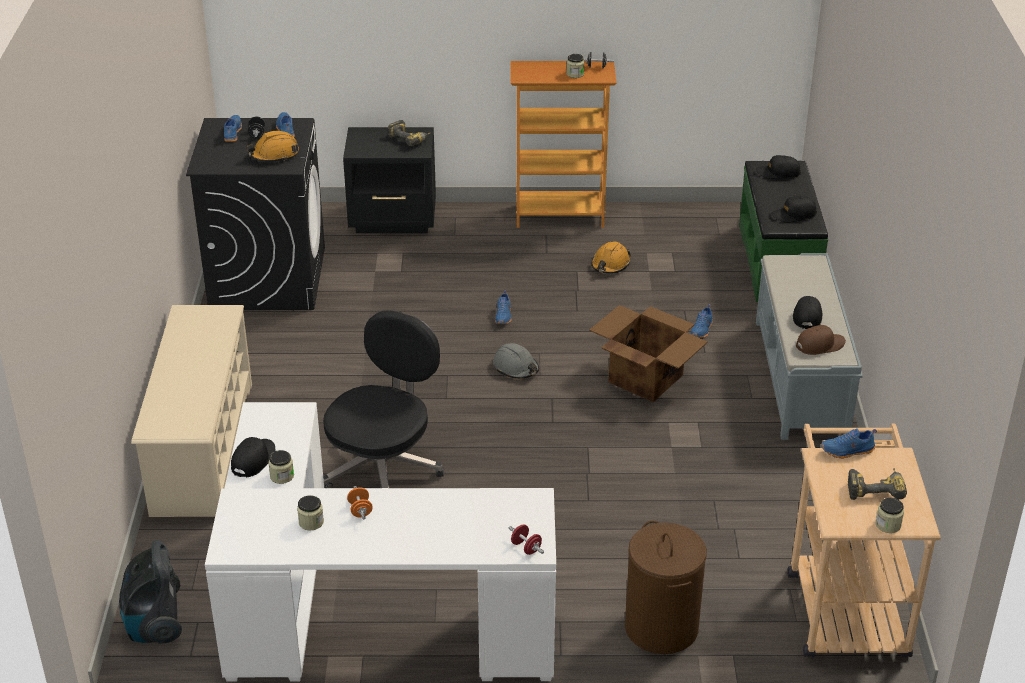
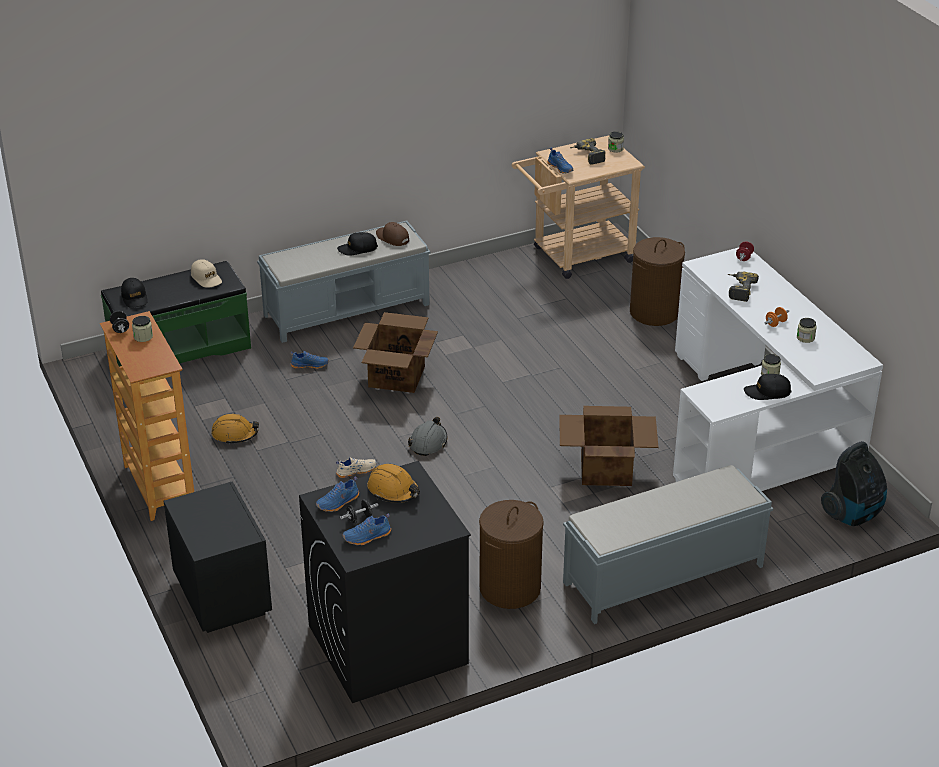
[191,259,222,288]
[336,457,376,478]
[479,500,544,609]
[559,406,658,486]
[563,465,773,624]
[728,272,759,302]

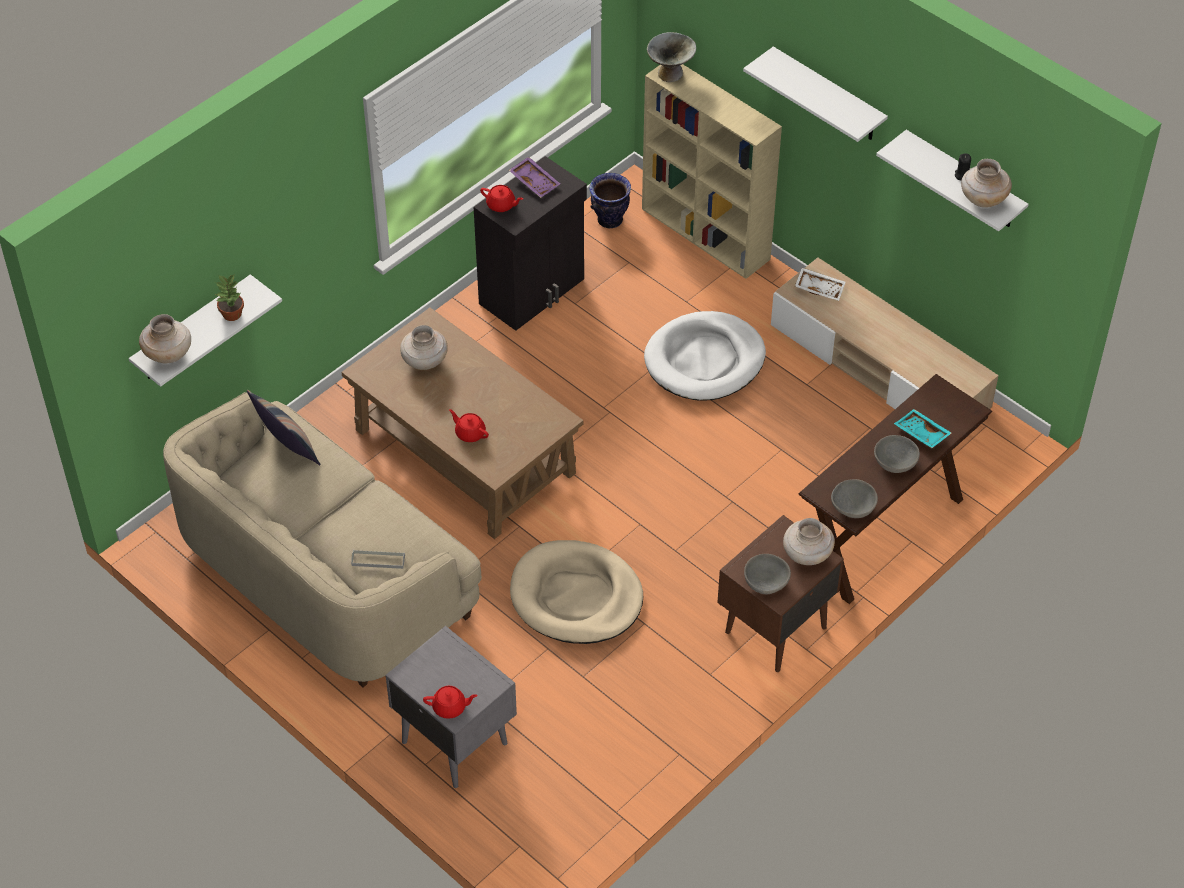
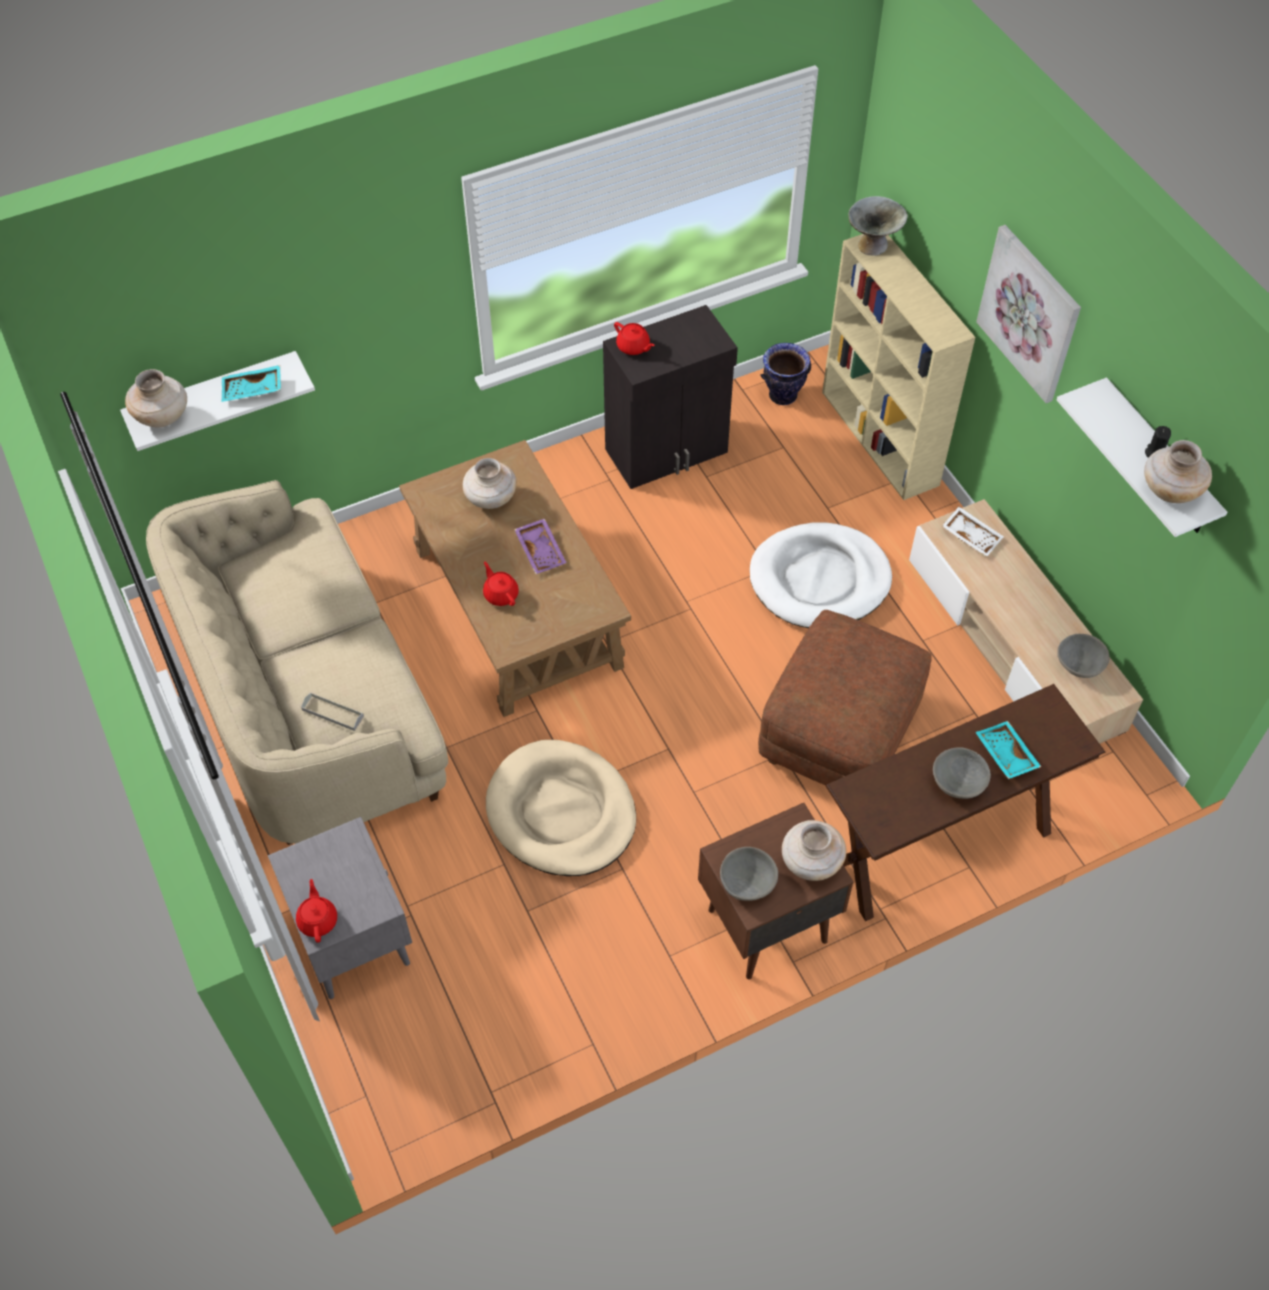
[222,365,281,402]
[296,879,337,943]
[514,518,567,574]
[758,610,932,785]
[976,225,1081,403]
[1057,634,1110,678]
[247,390,321,465] (first image)

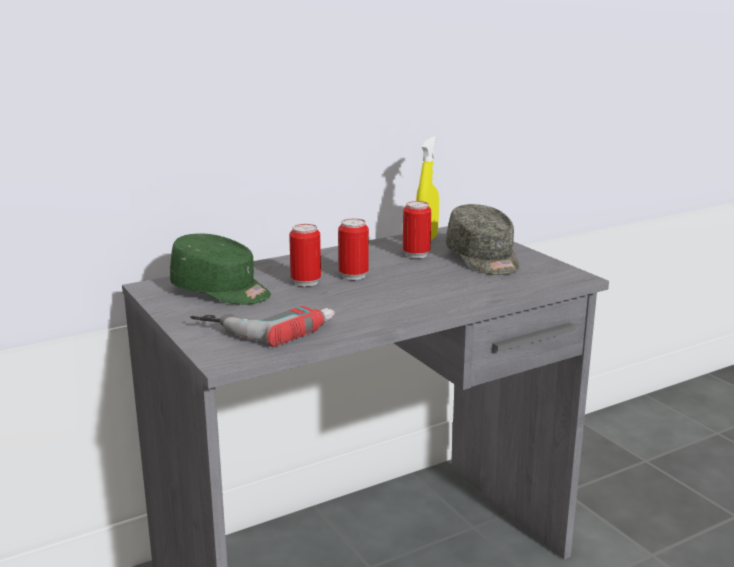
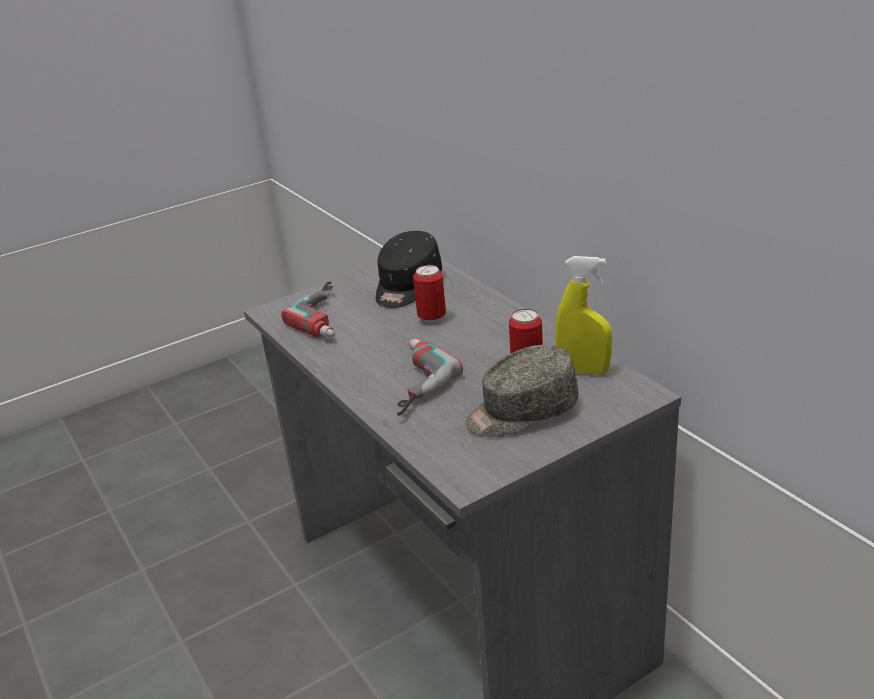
[376,231,442,308]
[397,339,463,416]
[338,219,369,280] (first image)

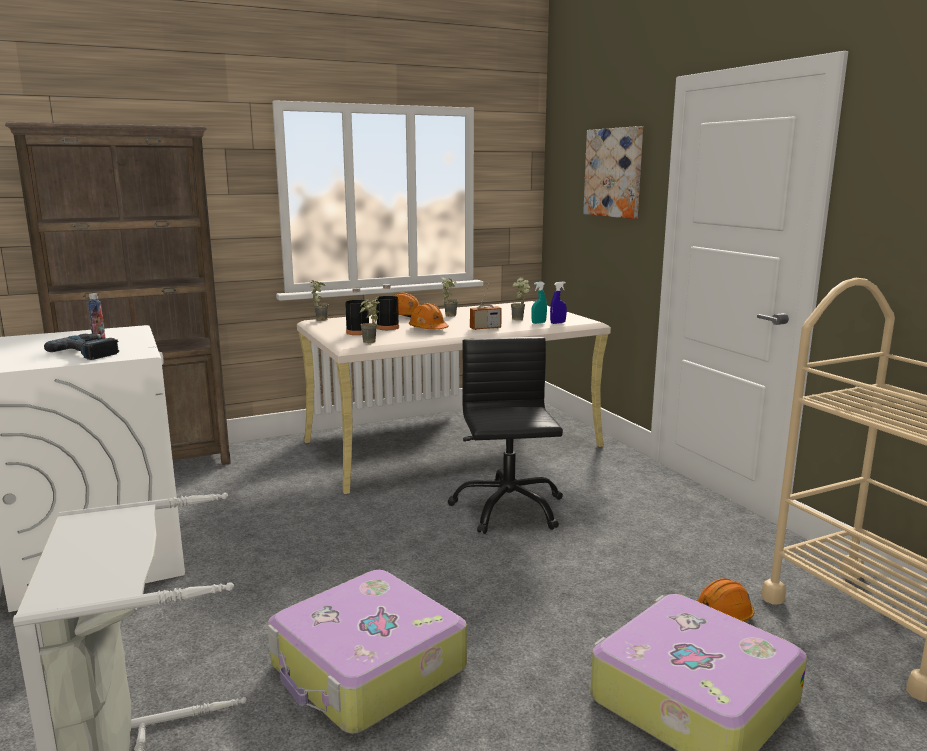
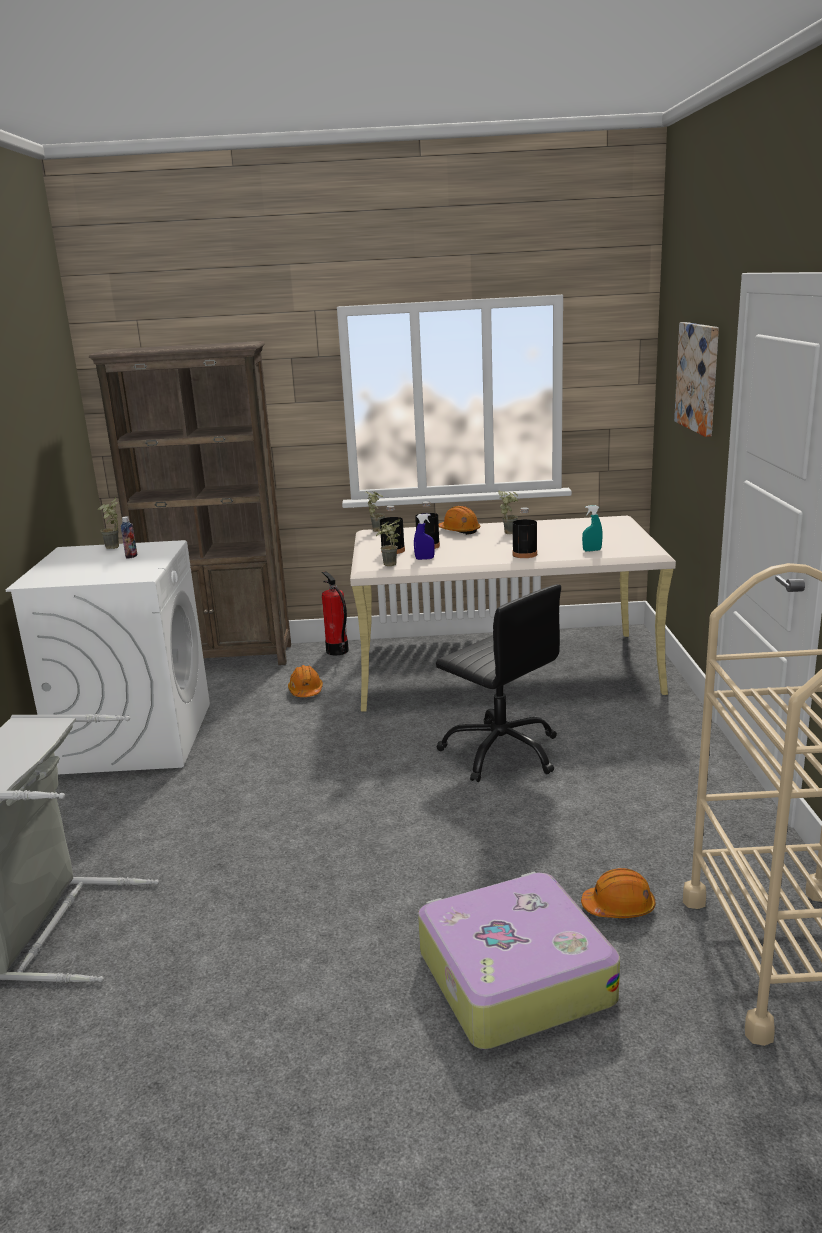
[98,497,119,549]
[288,665,323,697]
[322,571,349,655]
[414,513,435,560]
[436,584,561,782]
[512,507,537,558]
[44,333,119,360] (first image)
[268,570,467,734] (first image)

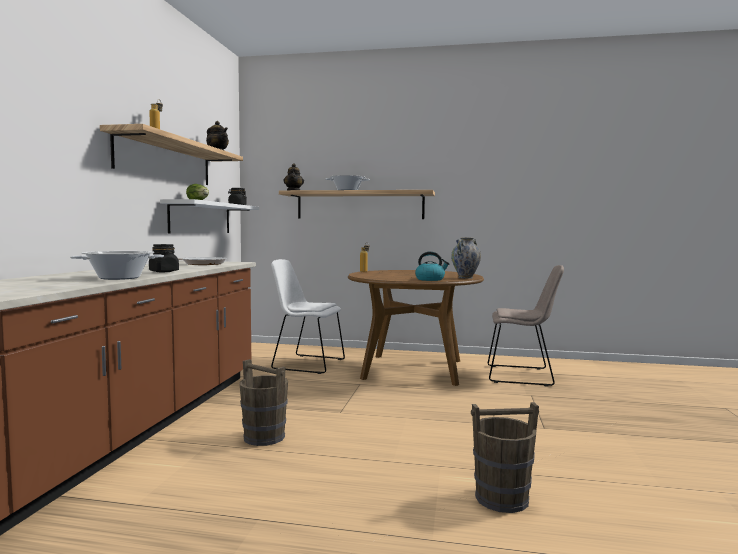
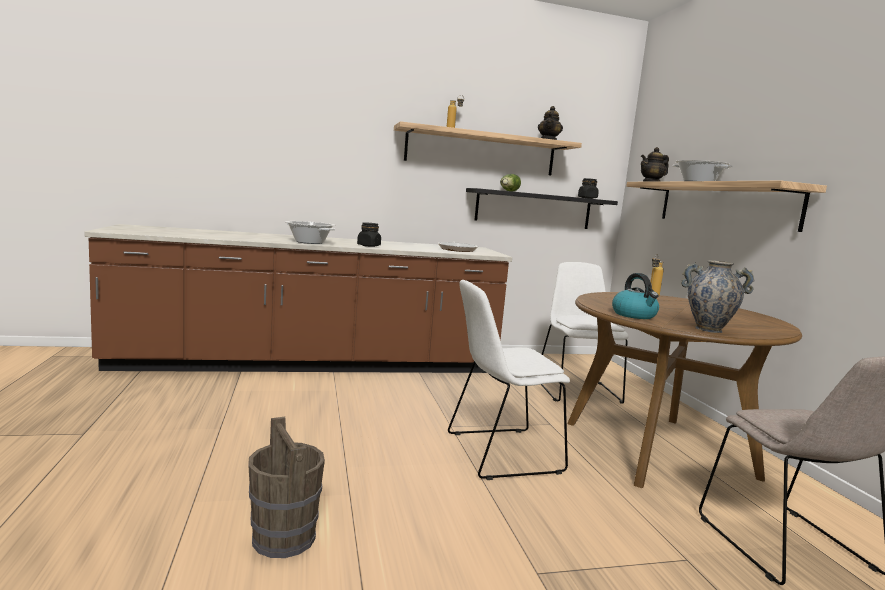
[448,280,570,480]
[466,188,618,229]
[239,359,288,446] (first image)

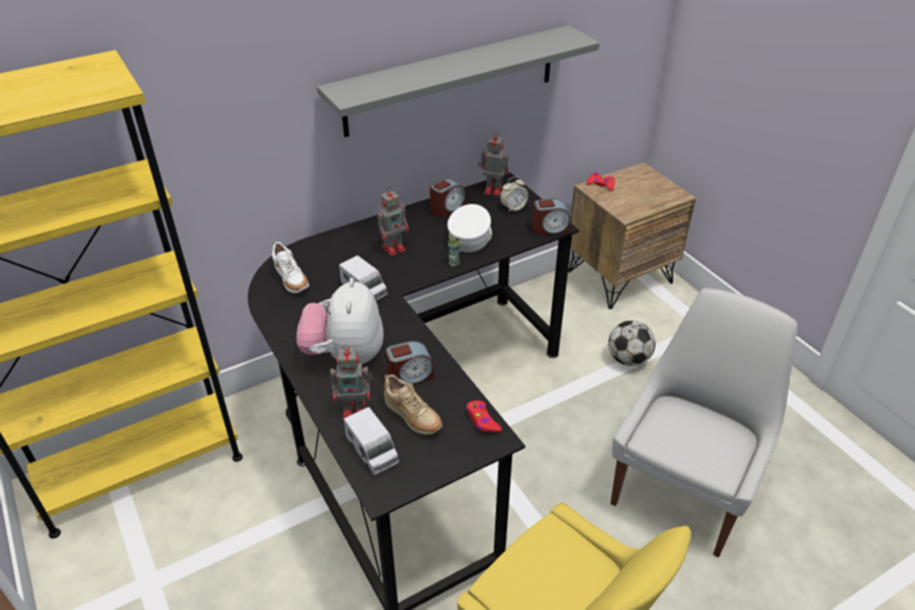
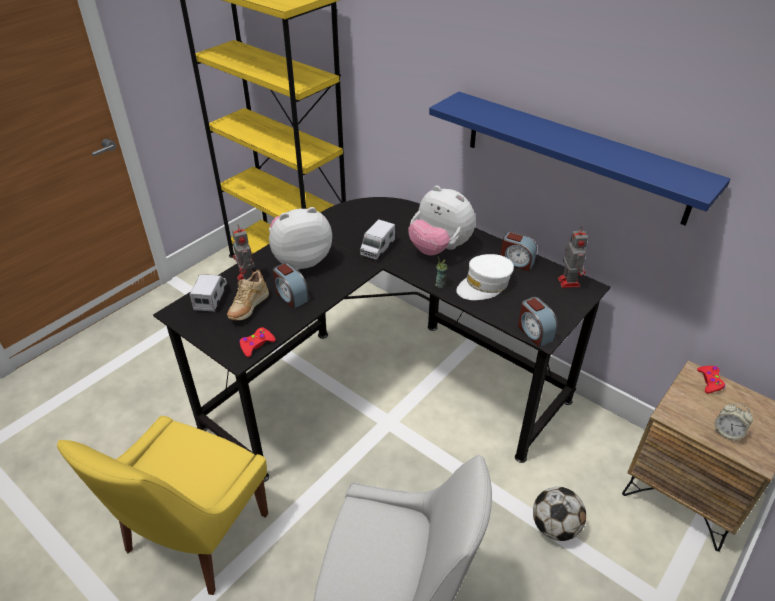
[190,274,227,312]
[408,186,475,255]
[429,92,730,225]
[456,254,514,300]
[715,403,753,442]
[272,241,309,293] (first image)

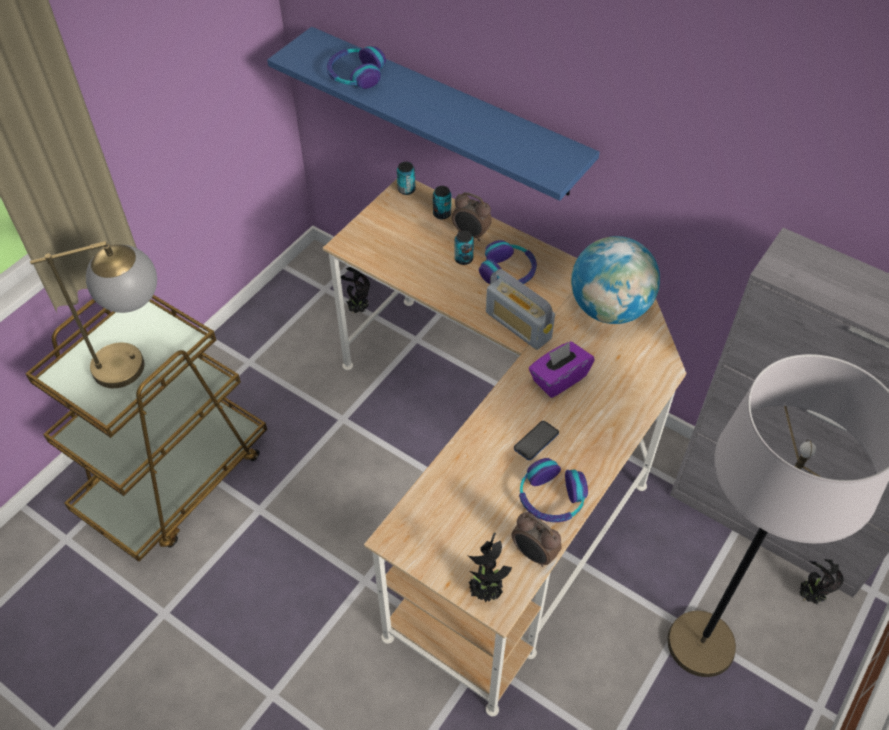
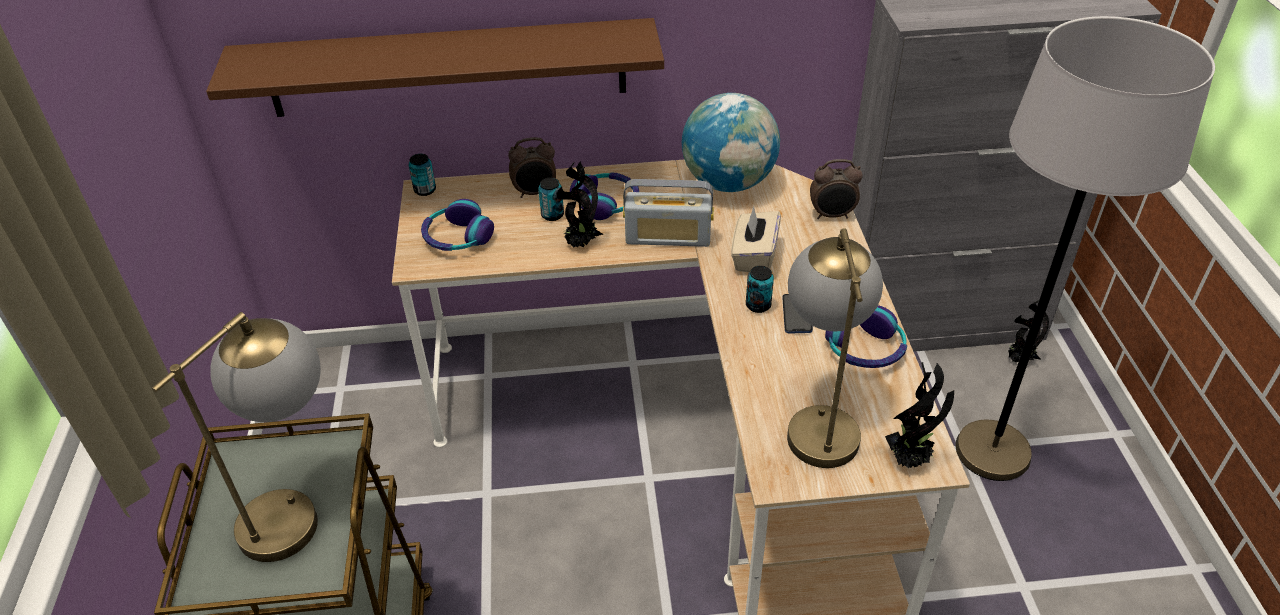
[206,18,664,117]
[421,199,494,251]
[556,161,603,248]
[731,206,781,272]
[746,266,774,313]
[787,228,883,468]
[810,159,863,219]

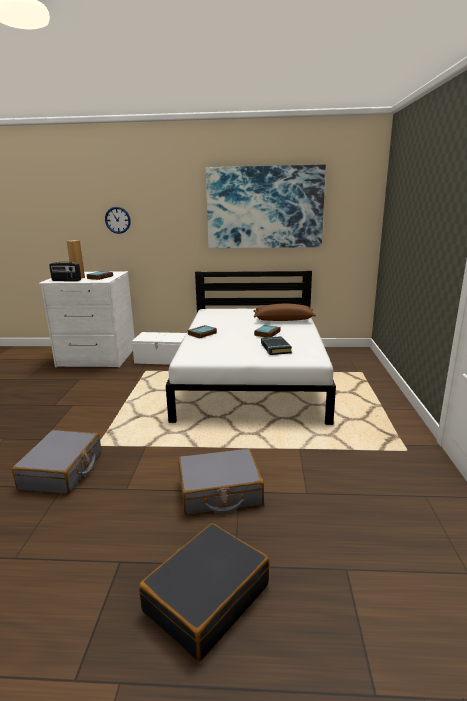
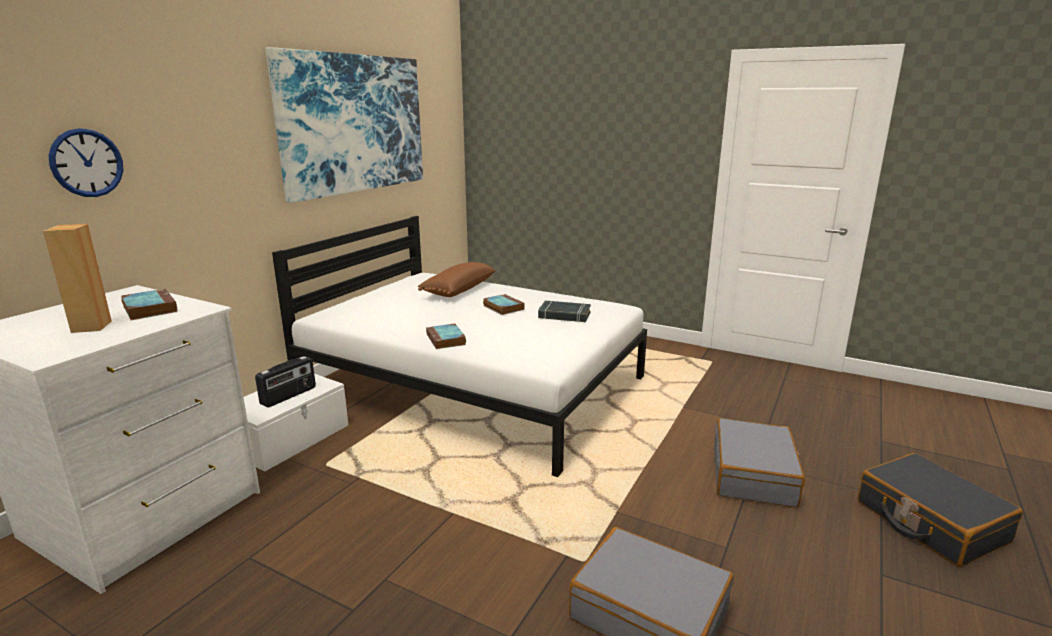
[255,356,316,408]

